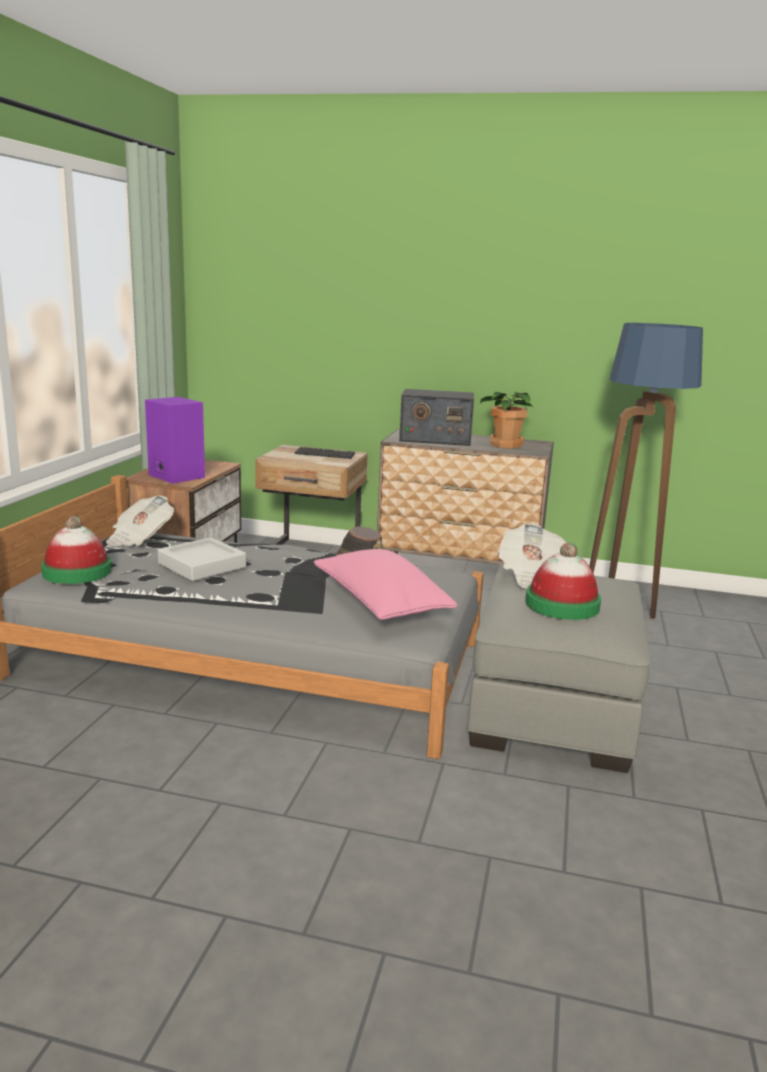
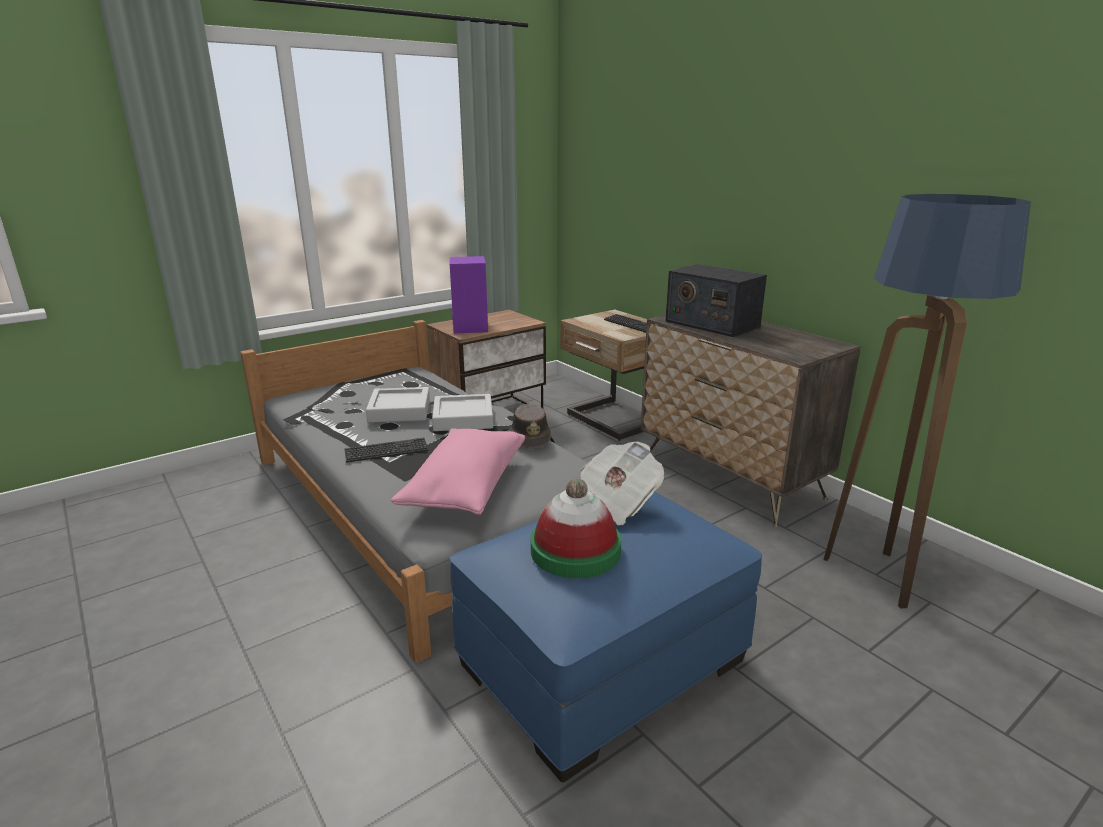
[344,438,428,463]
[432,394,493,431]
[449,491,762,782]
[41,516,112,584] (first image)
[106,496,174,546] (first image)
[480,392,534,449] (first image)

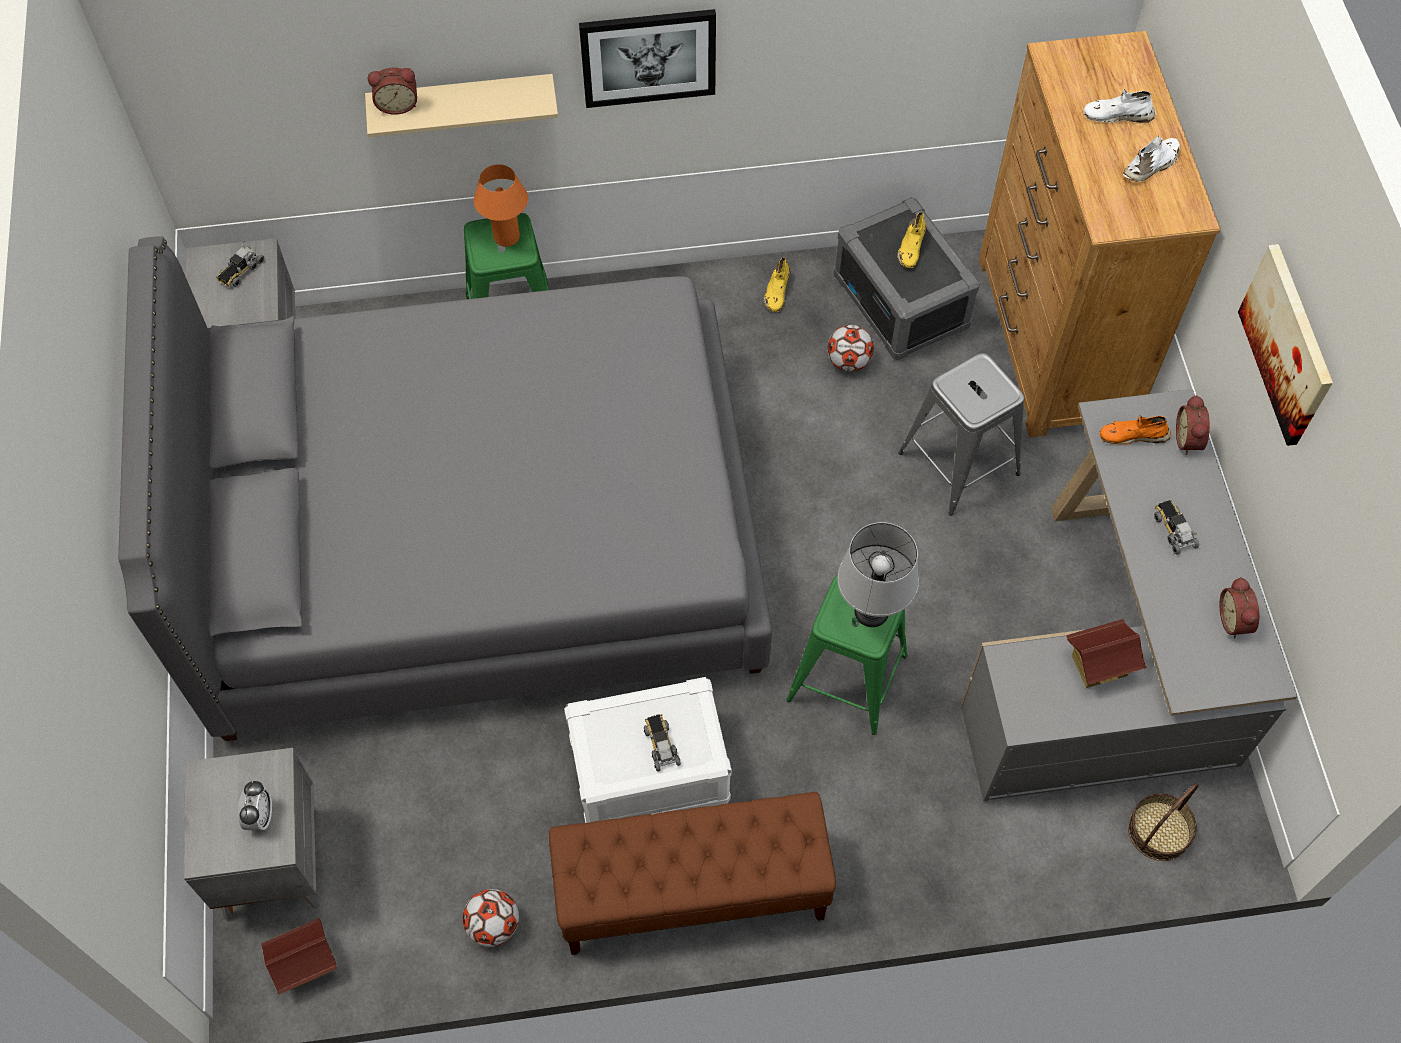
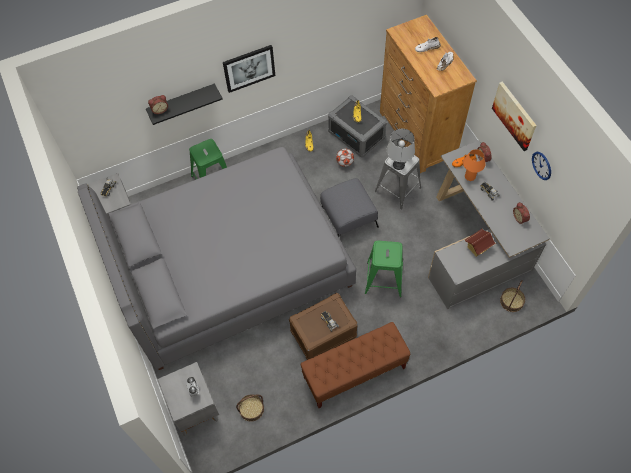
[146,83,222,125]
[236,394,264,422]
[289,293,358,360]
[320,178,379,237]
[387,129,415,170]
[463,149,486,181]
[532,152,551,180]
[261,918,337,995] (first image)
[462,889,519,947] (first image)

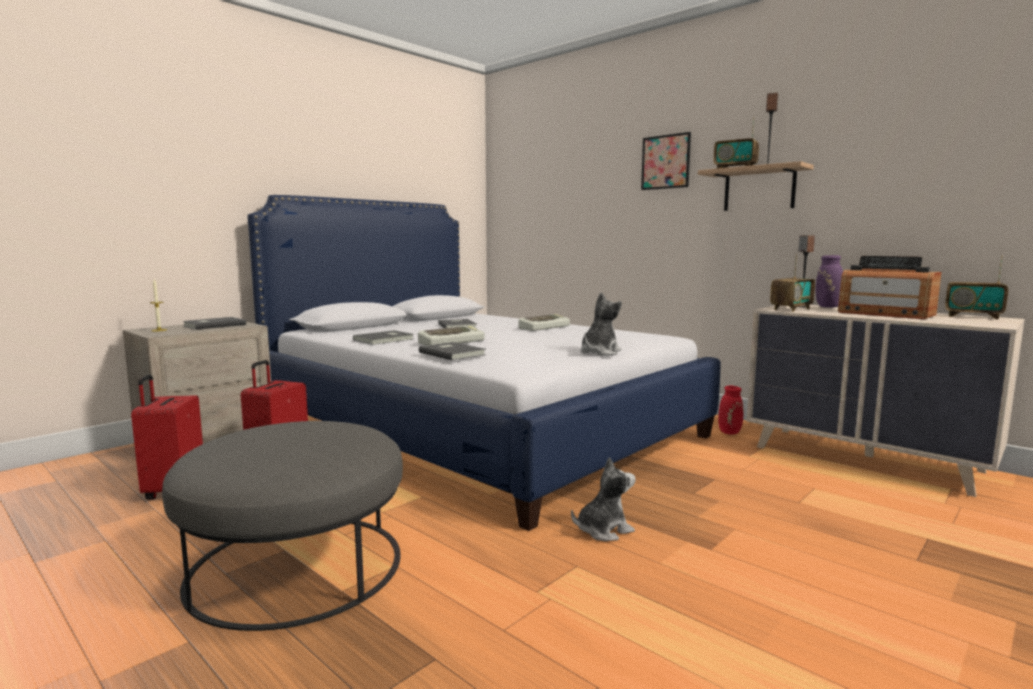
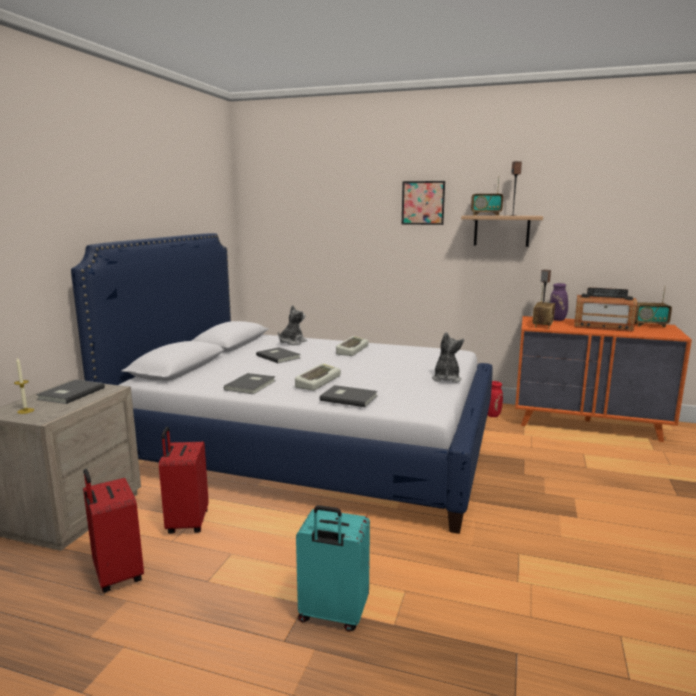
[278,305,307,345]
[296,505,370,632]
[515,316,692,442]

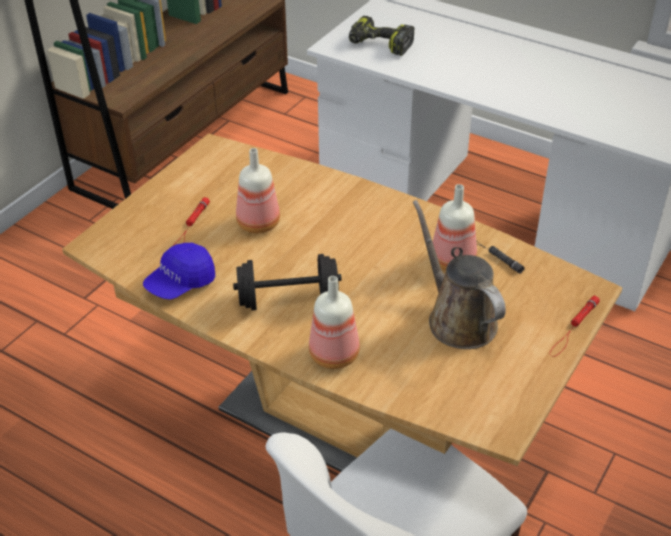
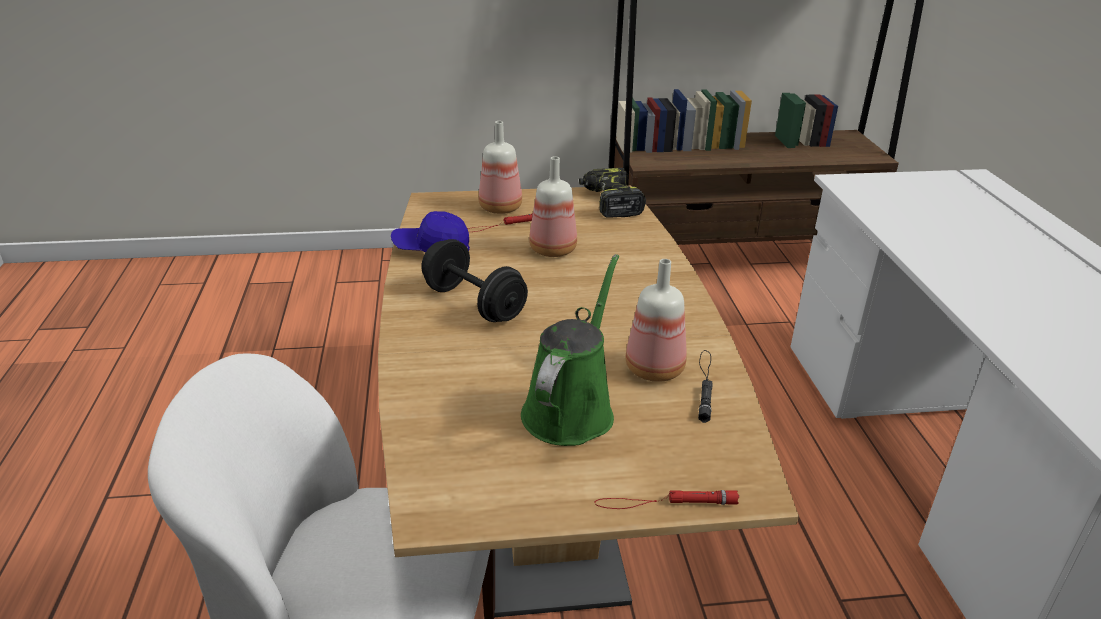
[479,121,522,214]
[521,254,619,446]
[579,168,646,218]

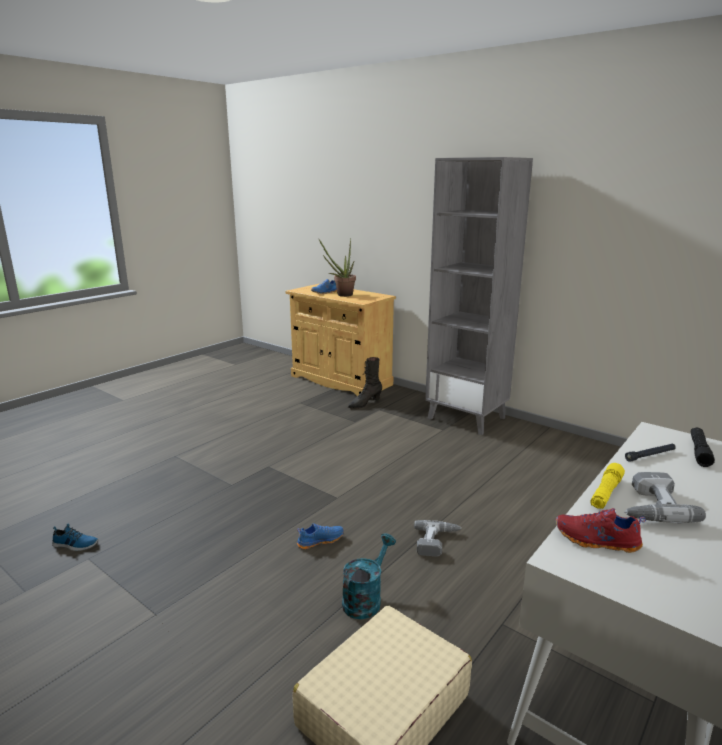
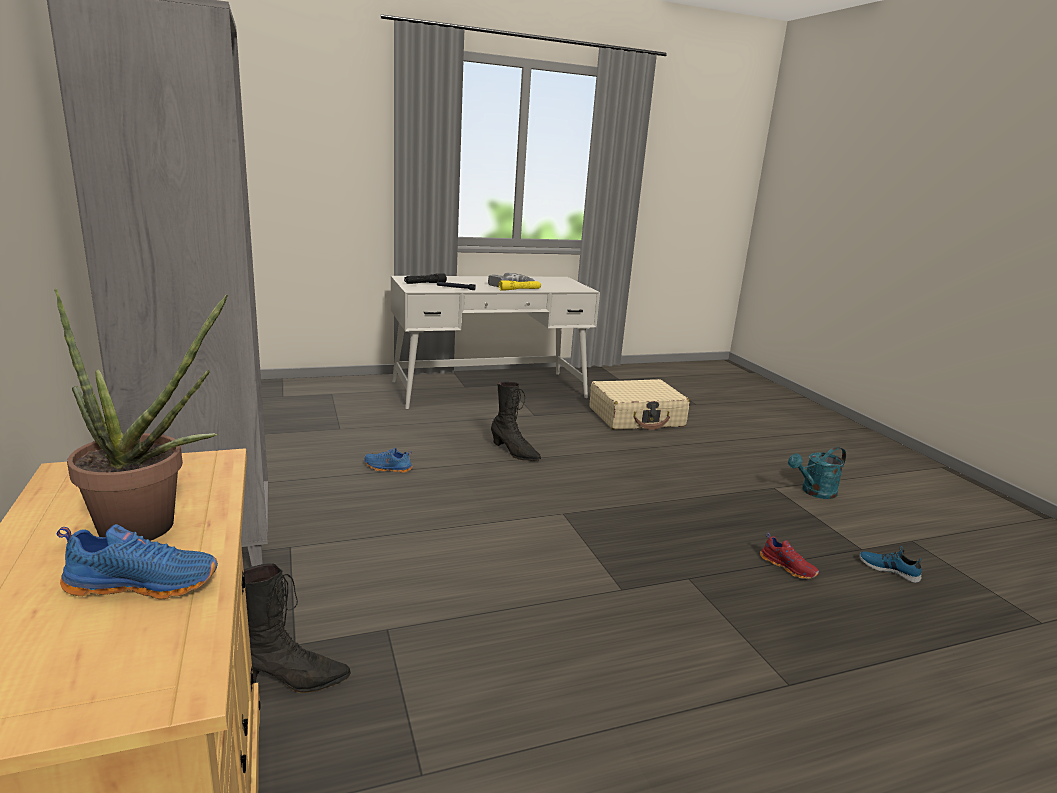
[364,447,413,473]
[491,382,541,461]
[760,533,819,579]
[788,447,846,499]

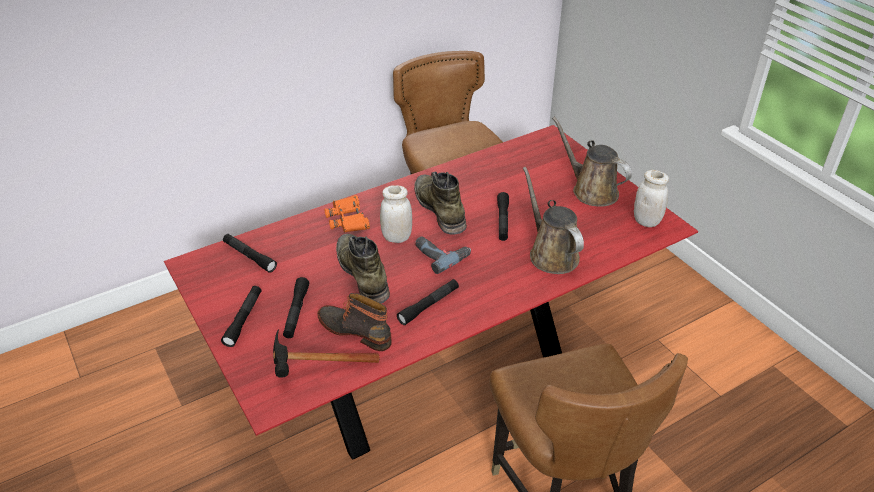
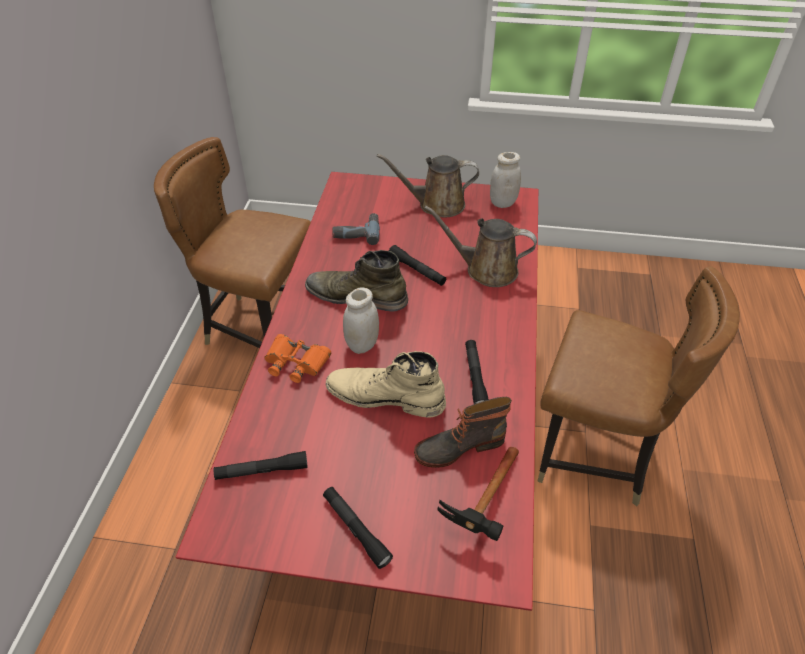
[326,351,446,418]
[333,213,380,245]
[283,277,309,338] (first image)

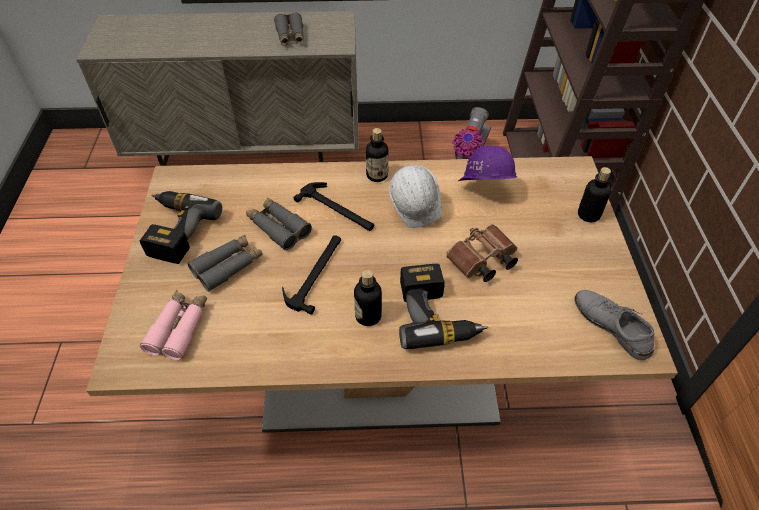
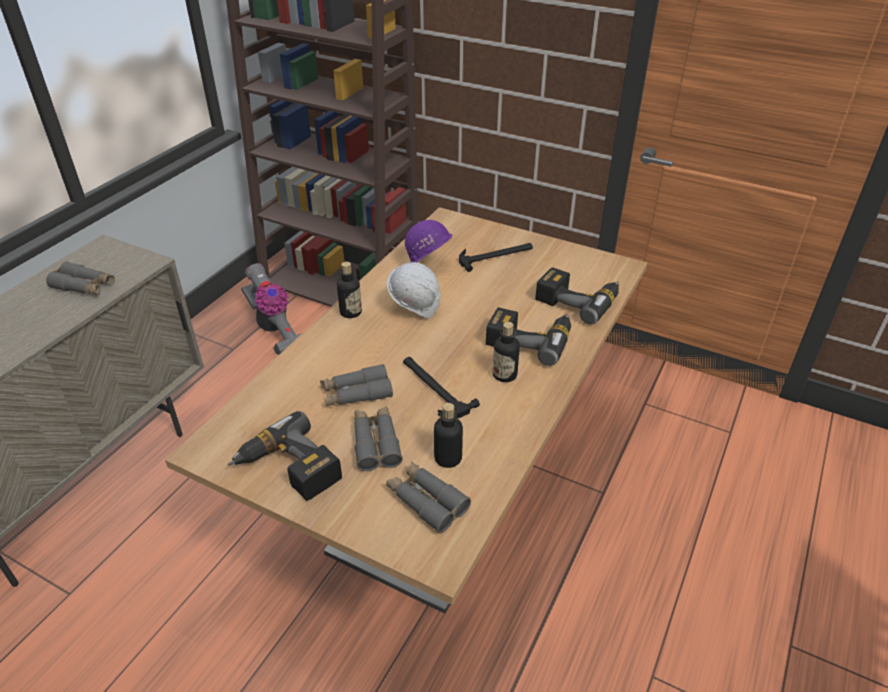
[386,461,471,533]
[434,403,463,468]
[459,243,533,272]
[535,267,619,324]
[446,224,518,282] (first image)
[574,290,655,360] (first image)

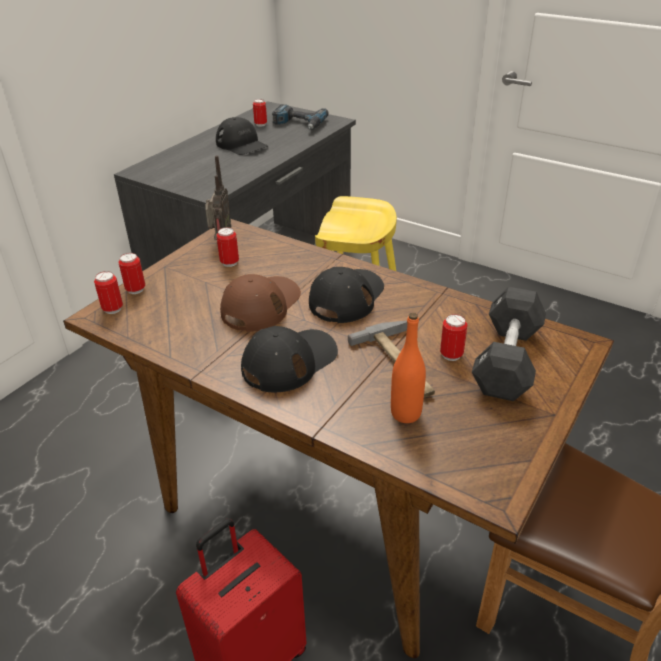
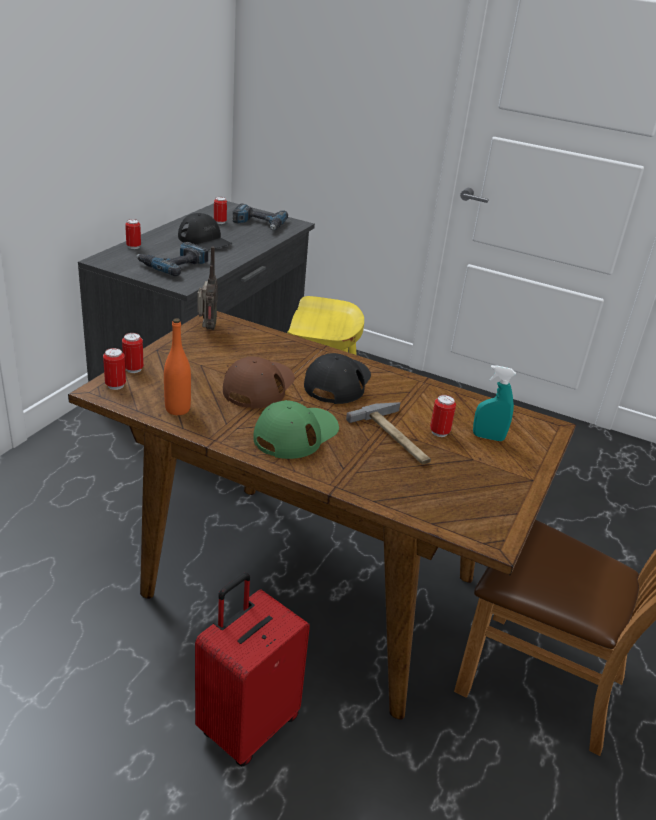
[125,219,141,249]
[136,242,208,276]
[164,318,191,415]
[253,400,339,459]
[473,365,516,441]

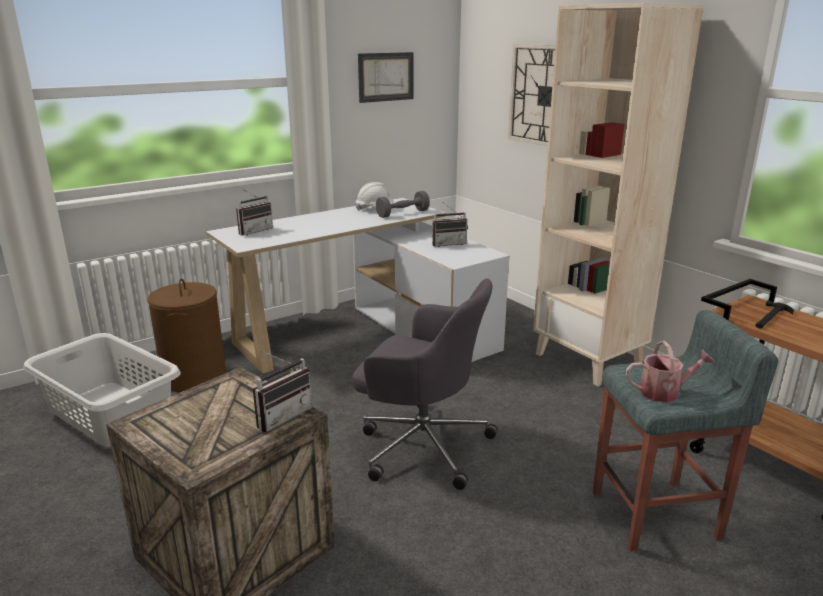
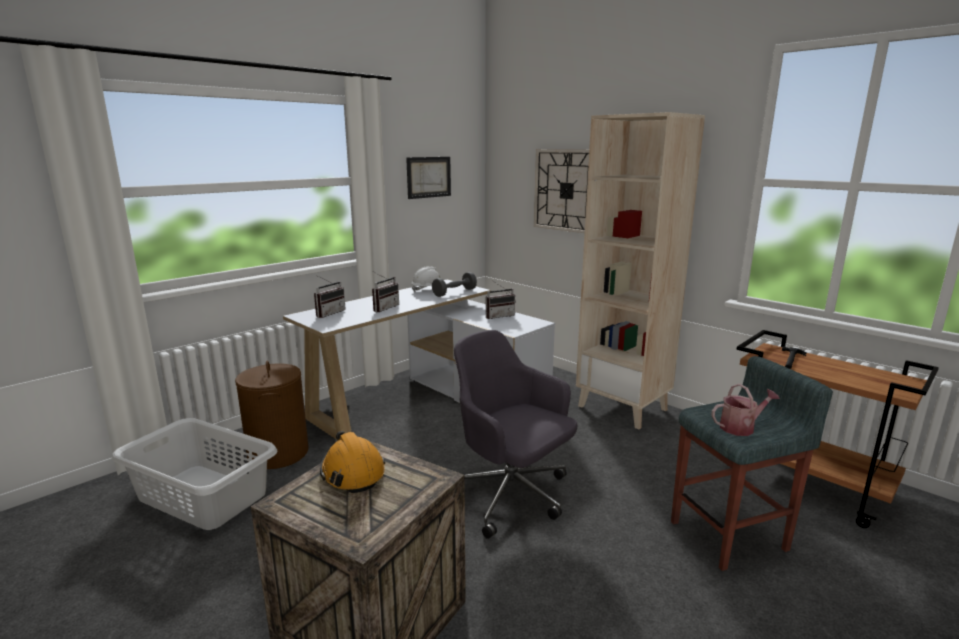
[320,431,385,493]
[372,272,399,312]
[454,330,577,539]

